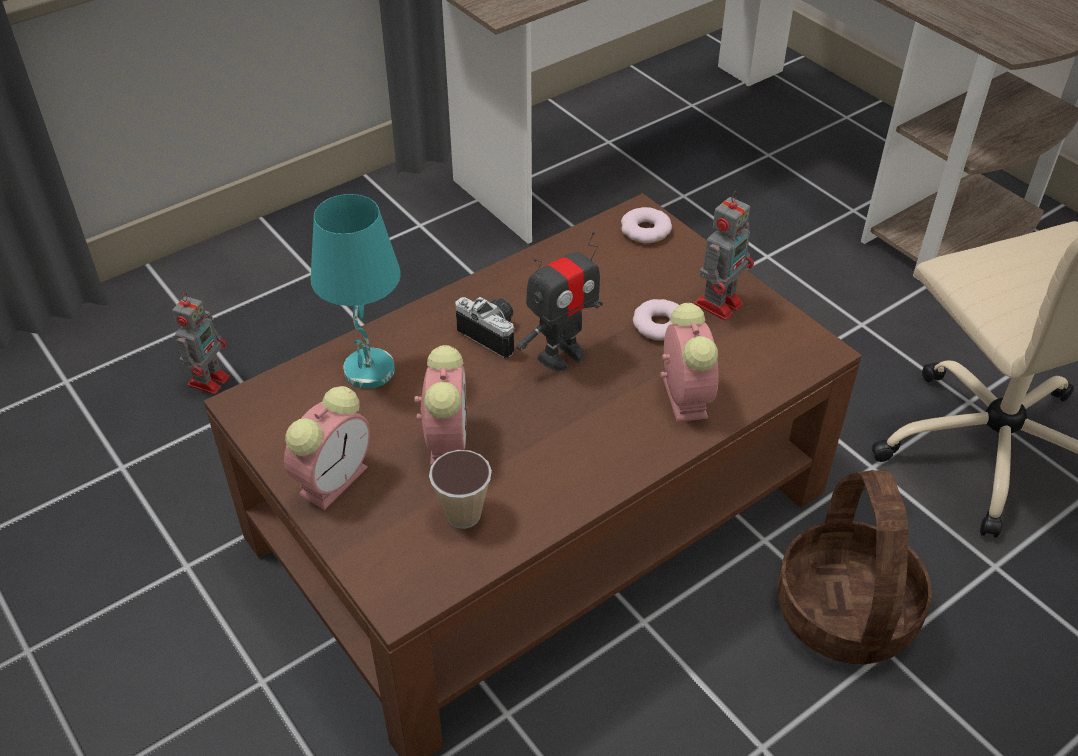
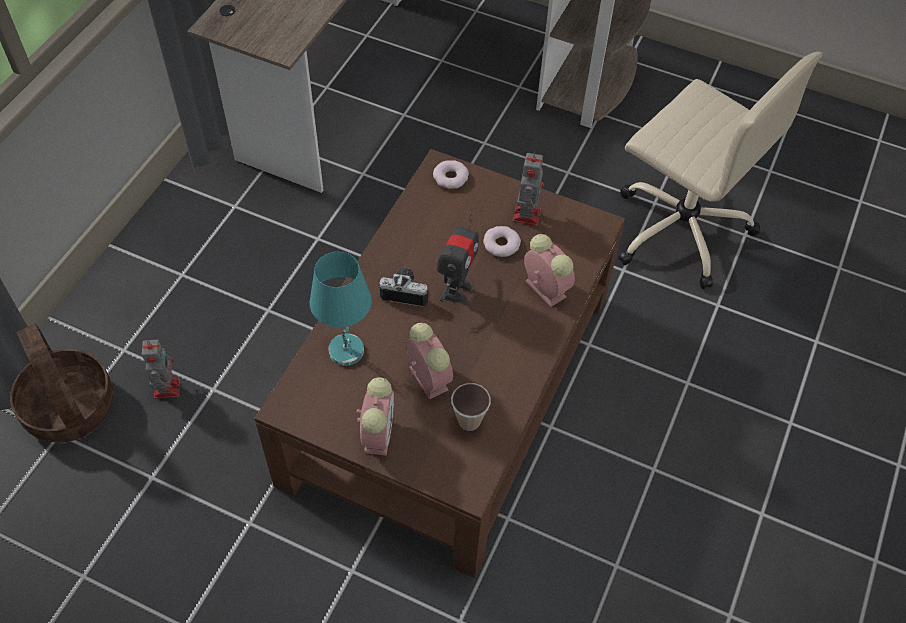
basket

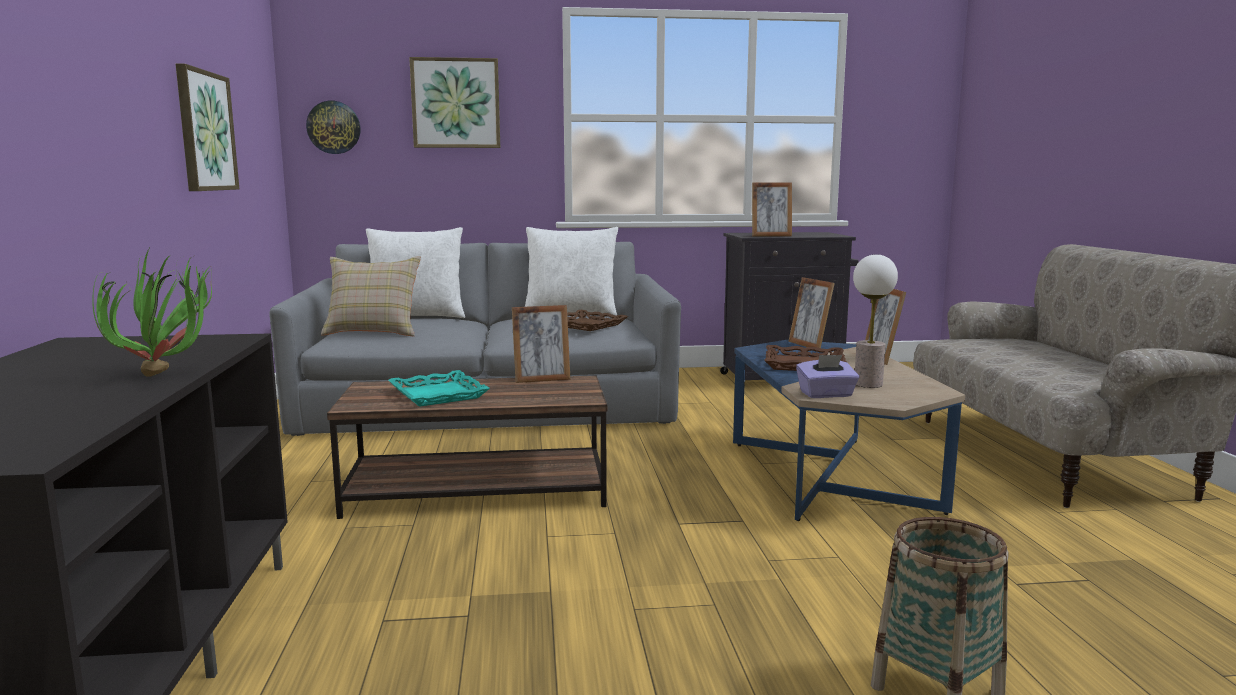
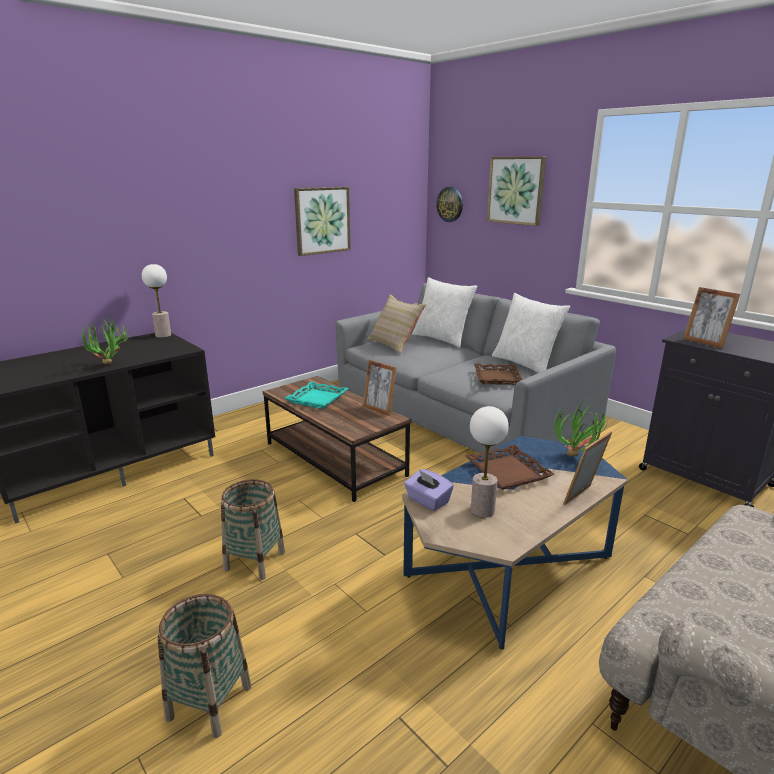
table lamp (no. 1 from left)
basket (no. 2 from left)
potted plant (no. 2 from left)

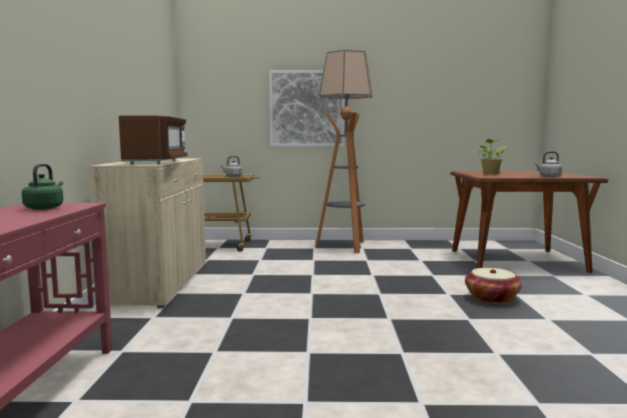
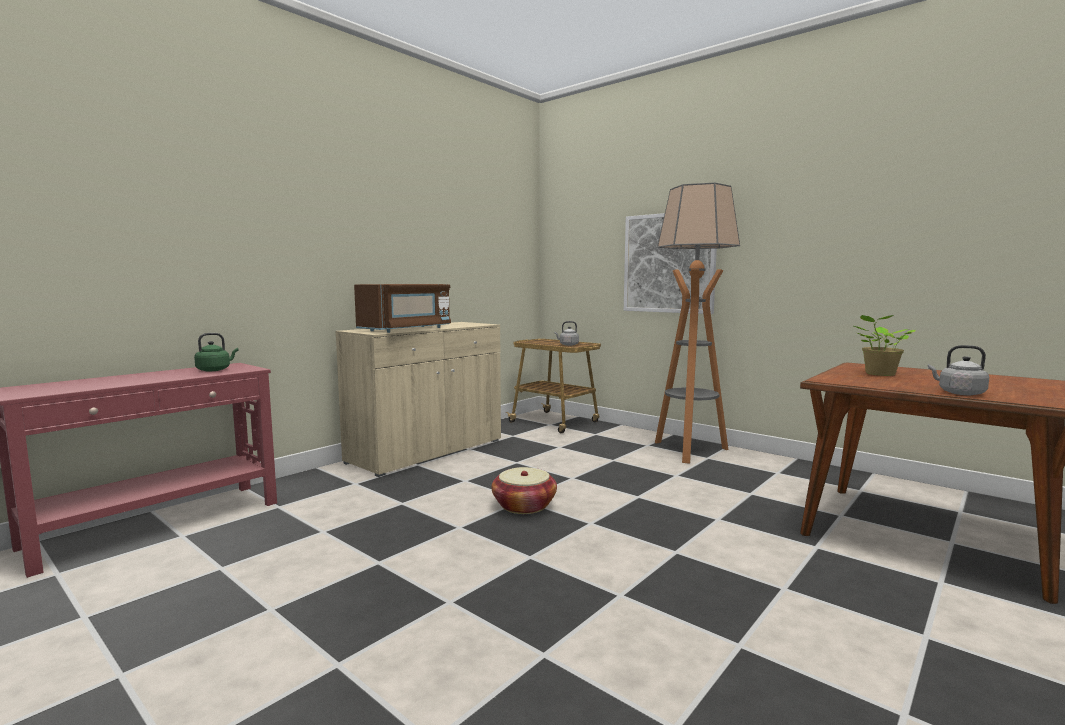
basket

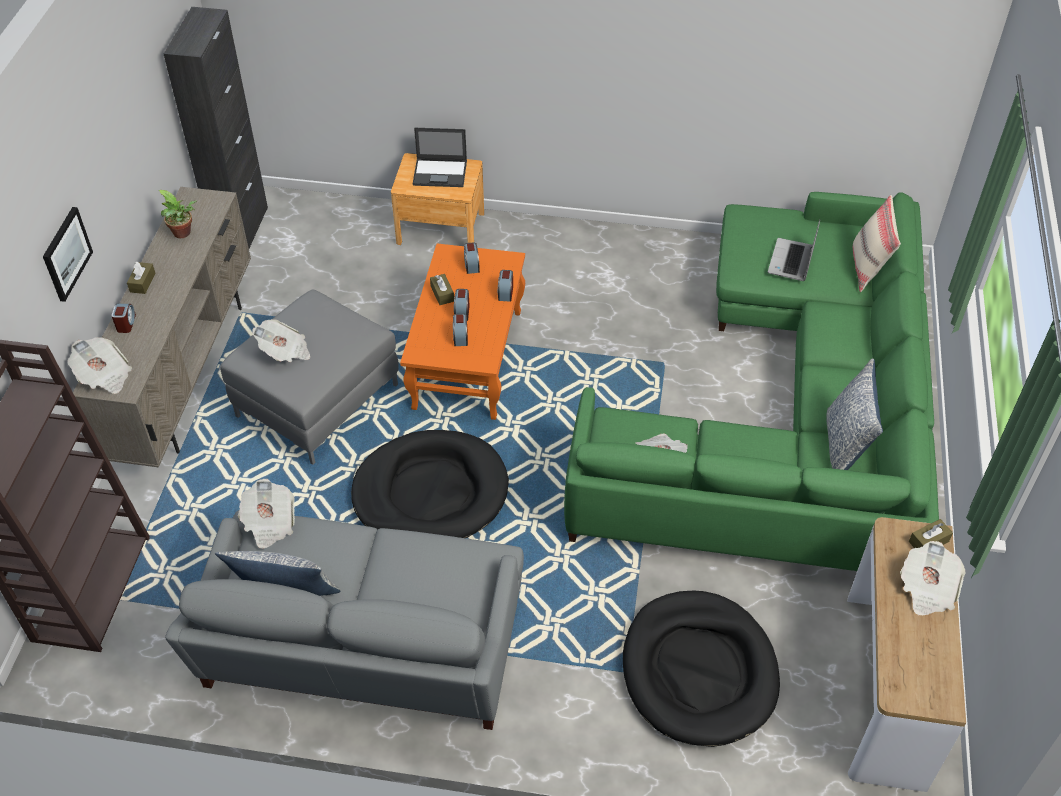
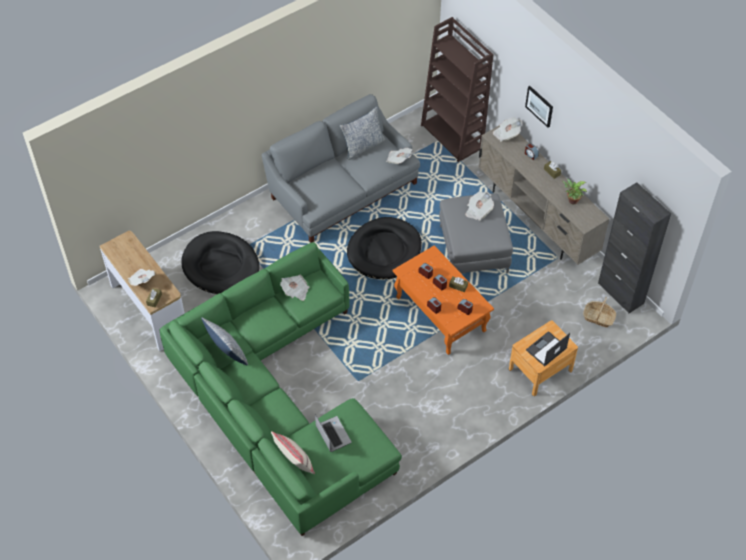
basket

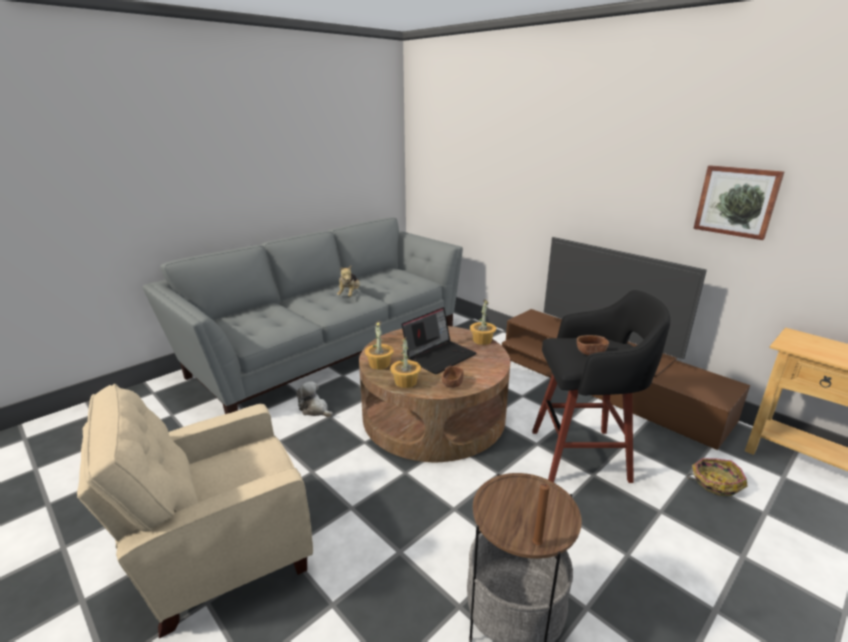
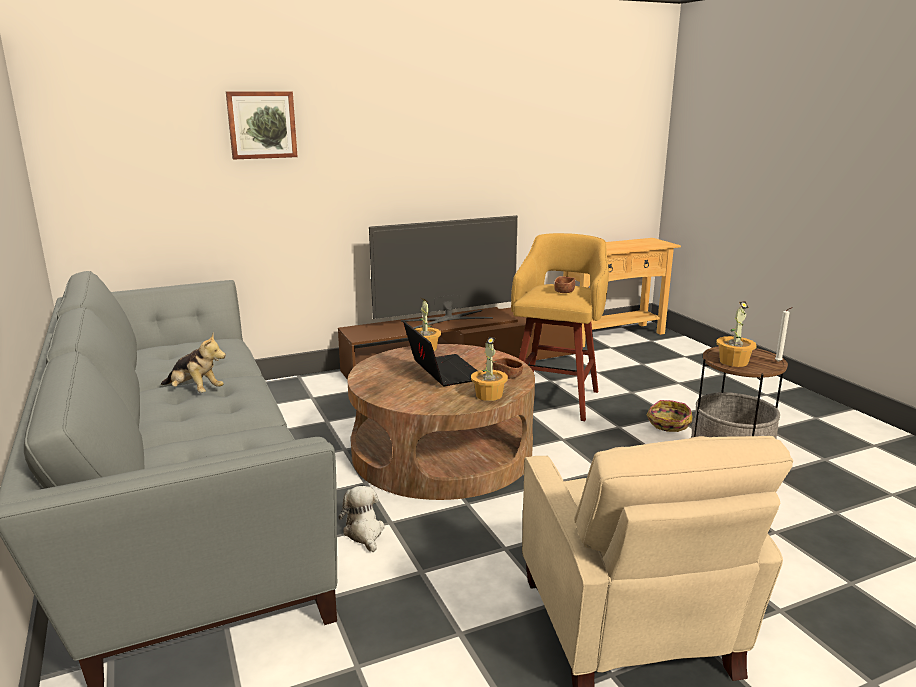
picture
plush toy (no. 2 from left)
stool/yellow
basket
potted plant (no. 3 from left)
candle/white

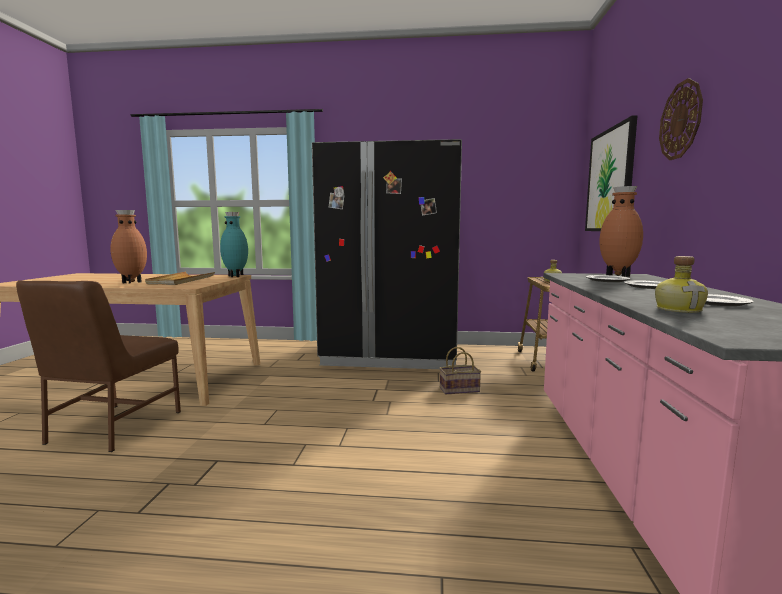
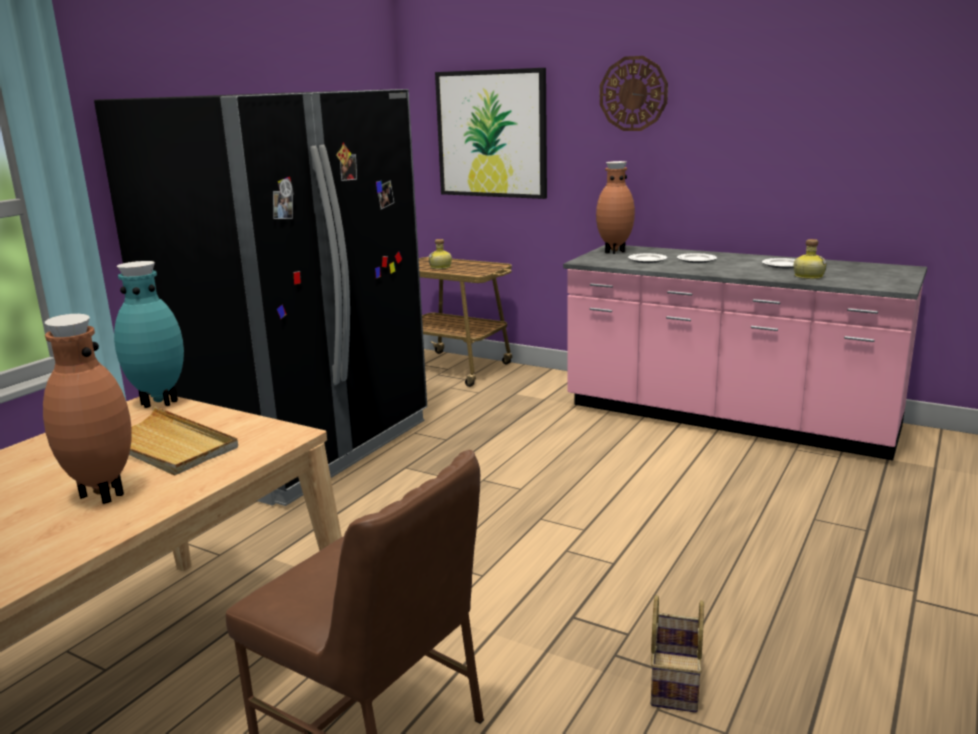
basket

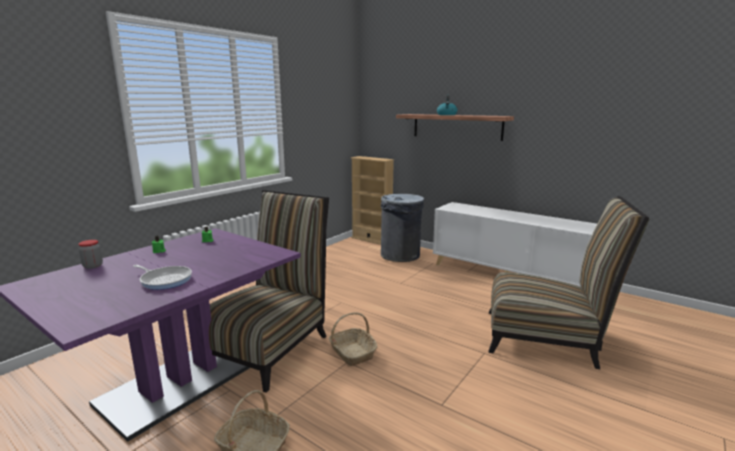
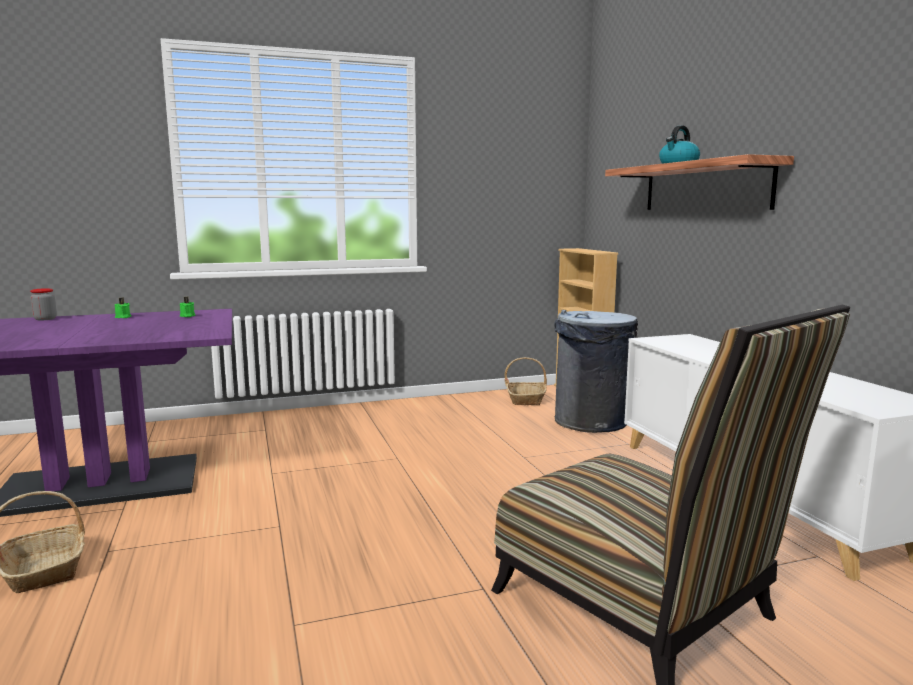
basket (no. 2 from left)
frying pan
chair (no. 1 from left in the first image)

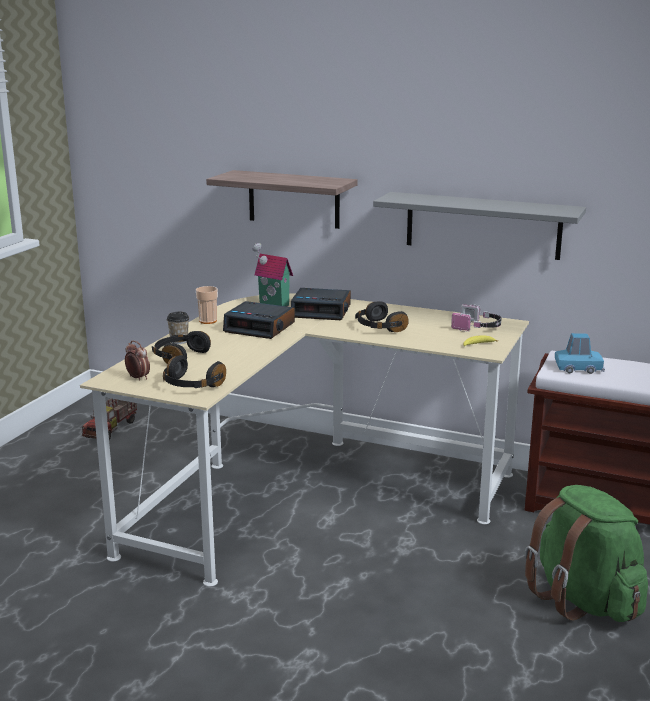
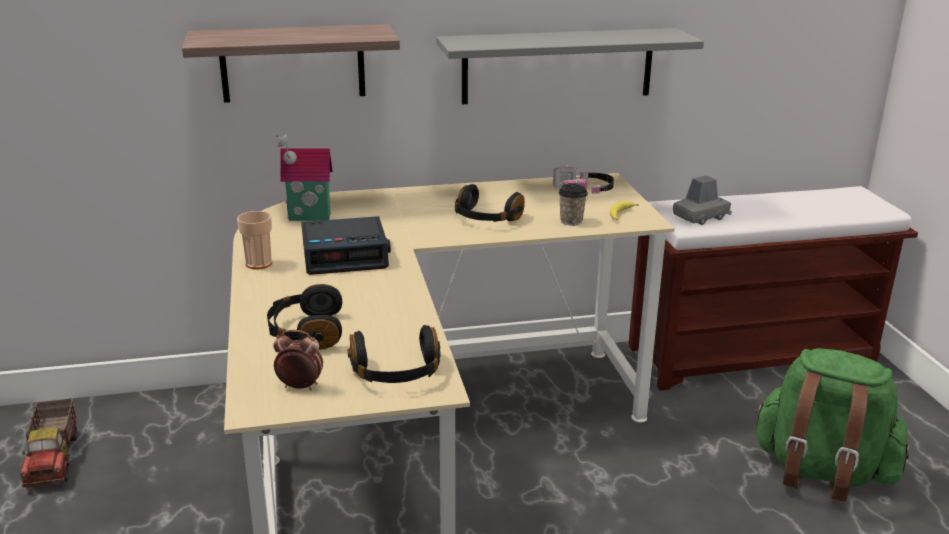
cup (no. 2 from left)
toy car/grey
alarm clock (no. 3 from left in the first image)

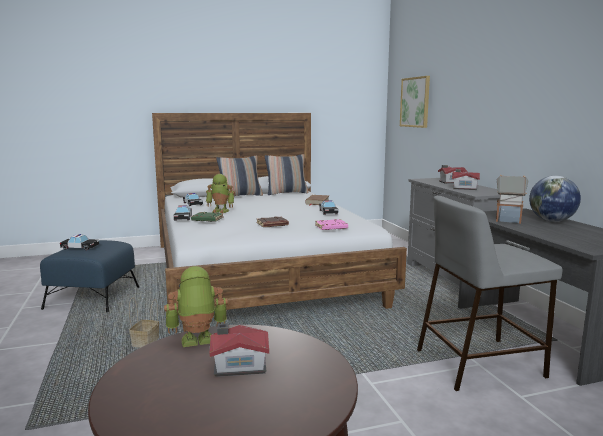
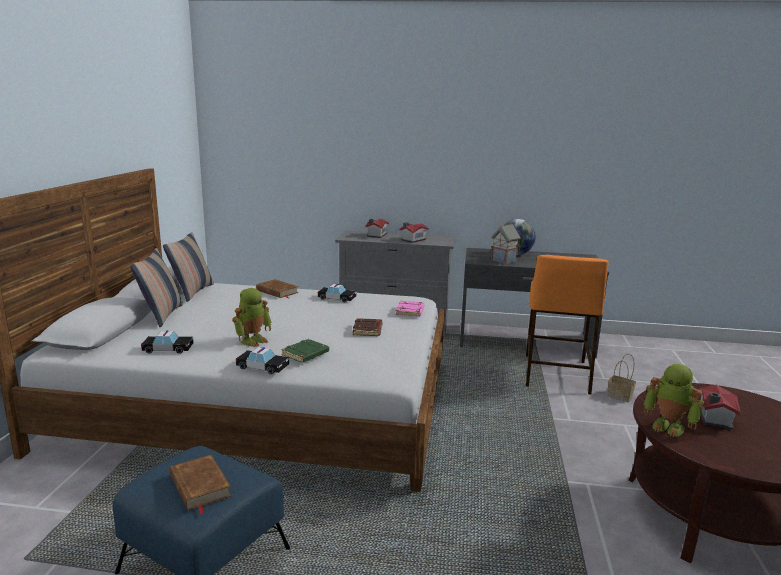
book/brown (no. 1 from left)
stool/orange
basket
toy robot (no. 2 from left)
picture

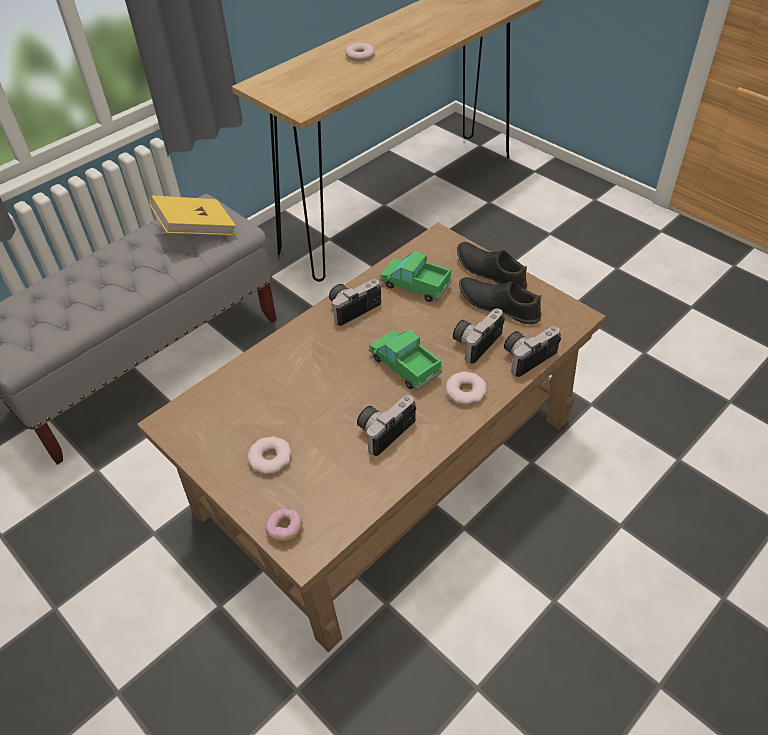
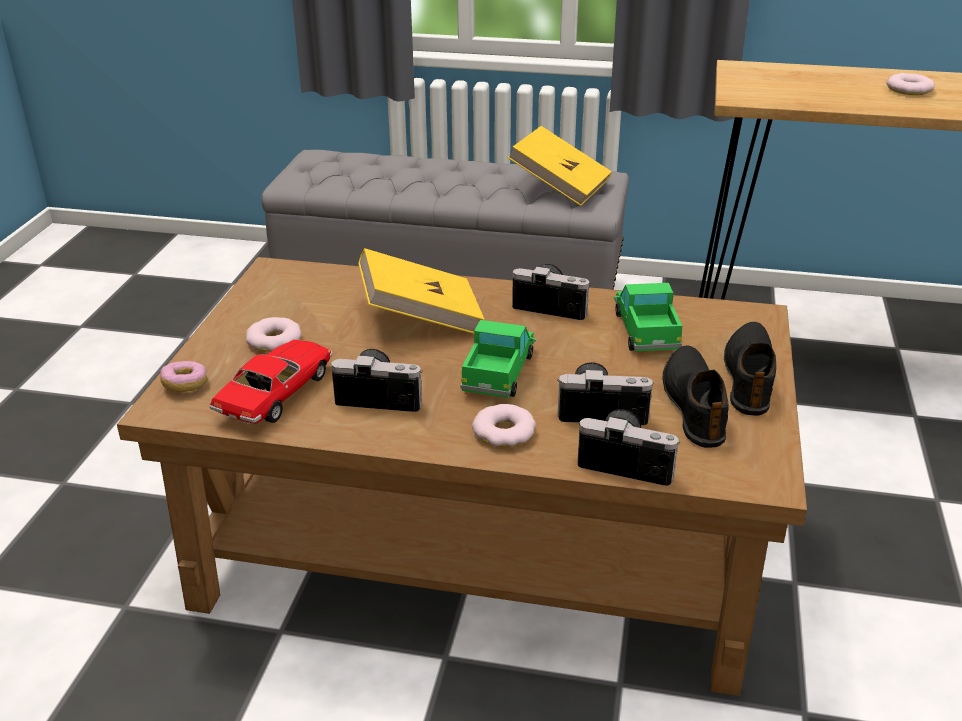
toy car
book/yellow (no. 1 from left)

